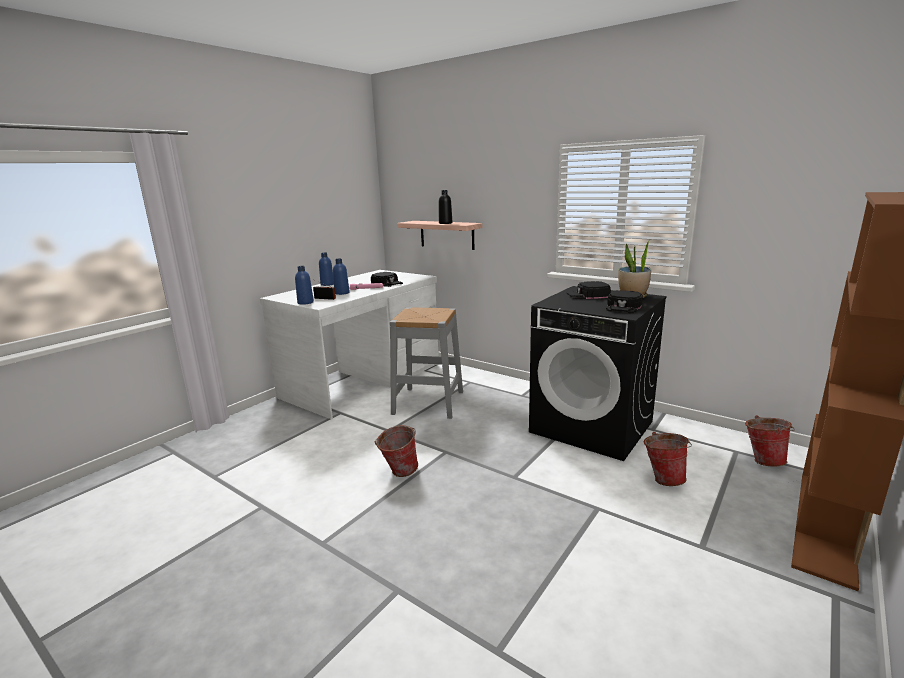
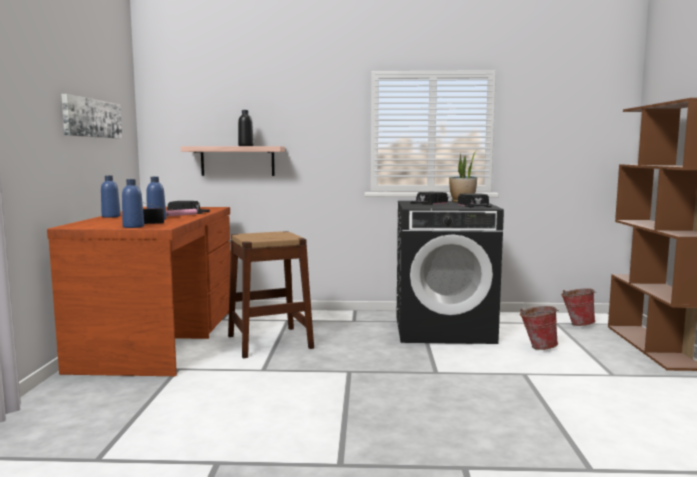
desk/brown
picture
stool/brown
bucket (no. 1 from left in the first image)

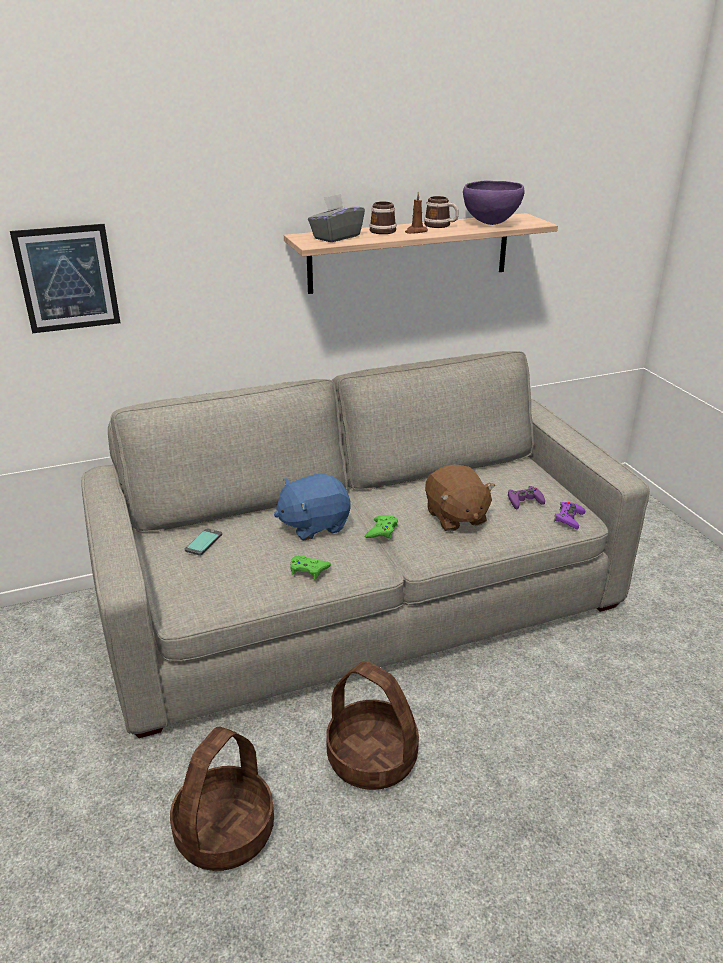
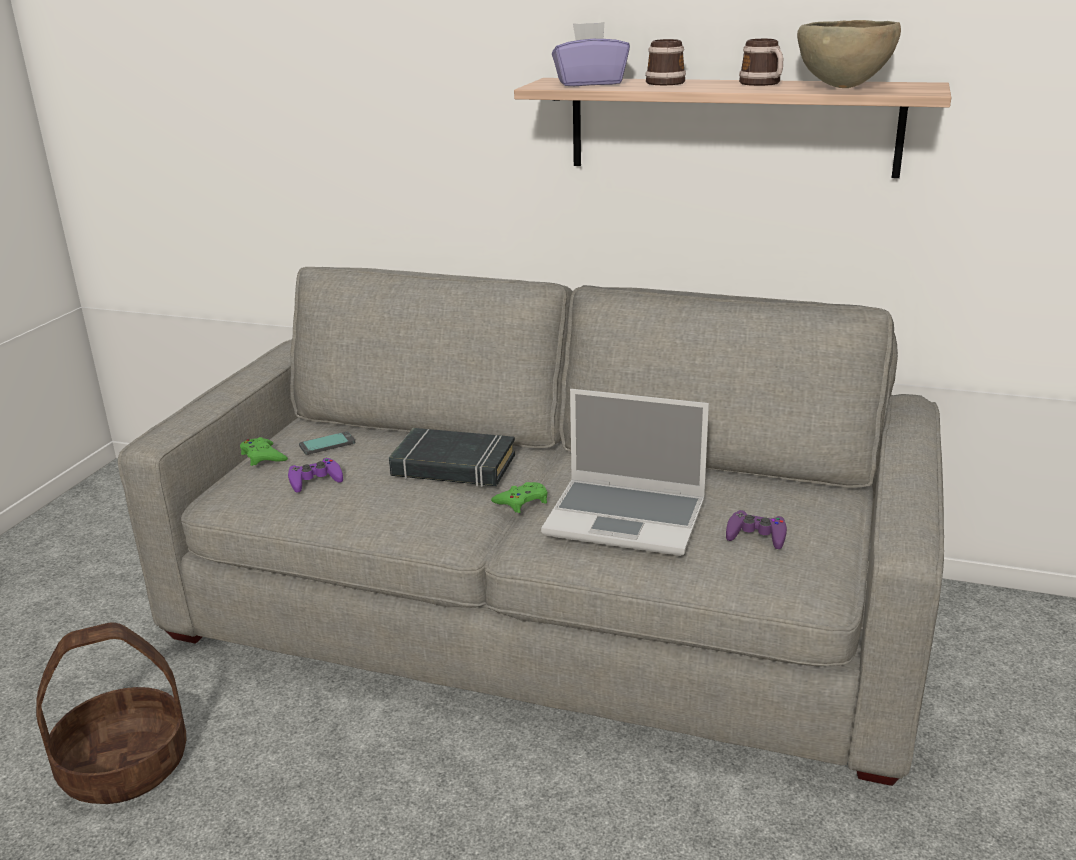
game controller/green (no. 1 from left)
game controller/purple (no. 1 from left)
book/black
laptop
tissue box/purple
bowl/brown
picture
basket (no. 2 from left in the first image)
candle/brown

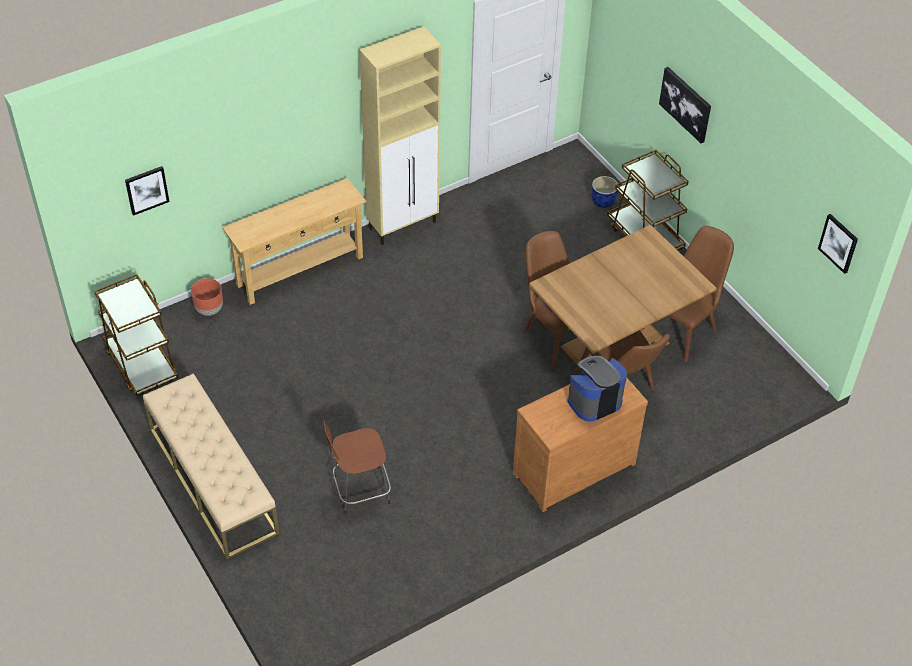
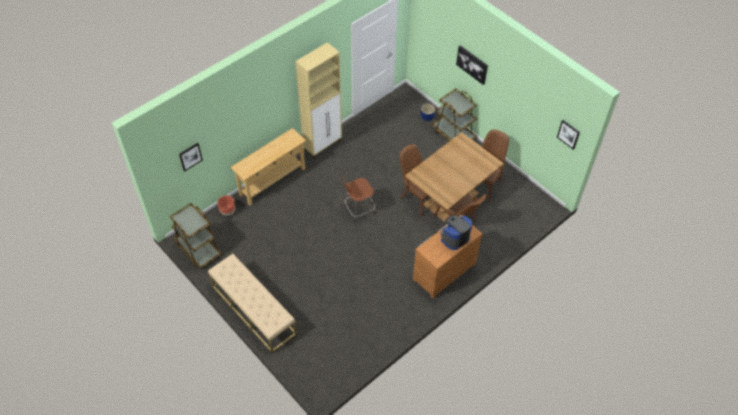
stool/brown

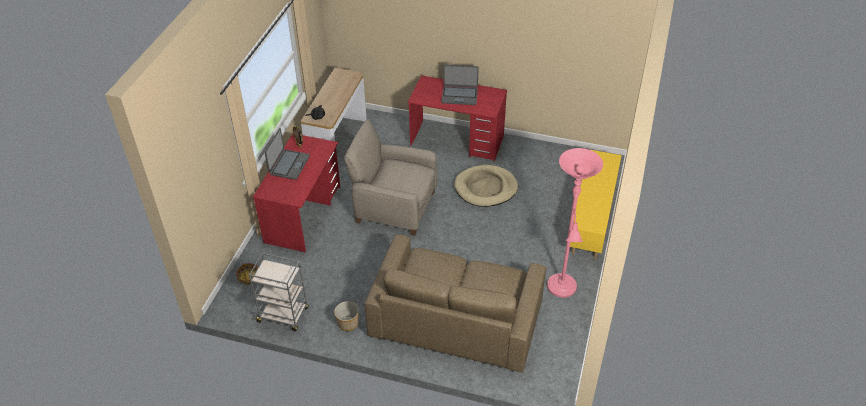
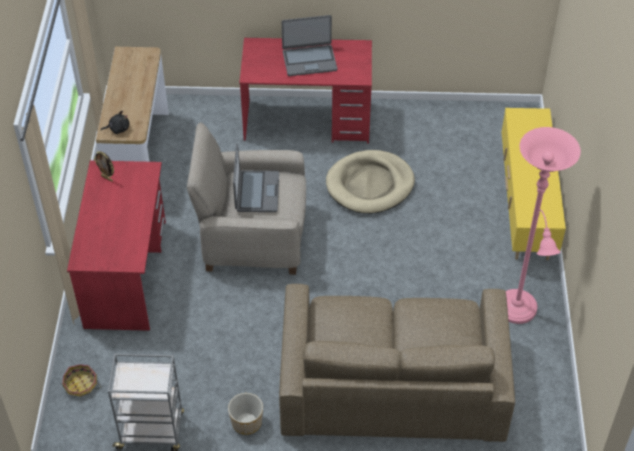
laptop (no. 1 from left)

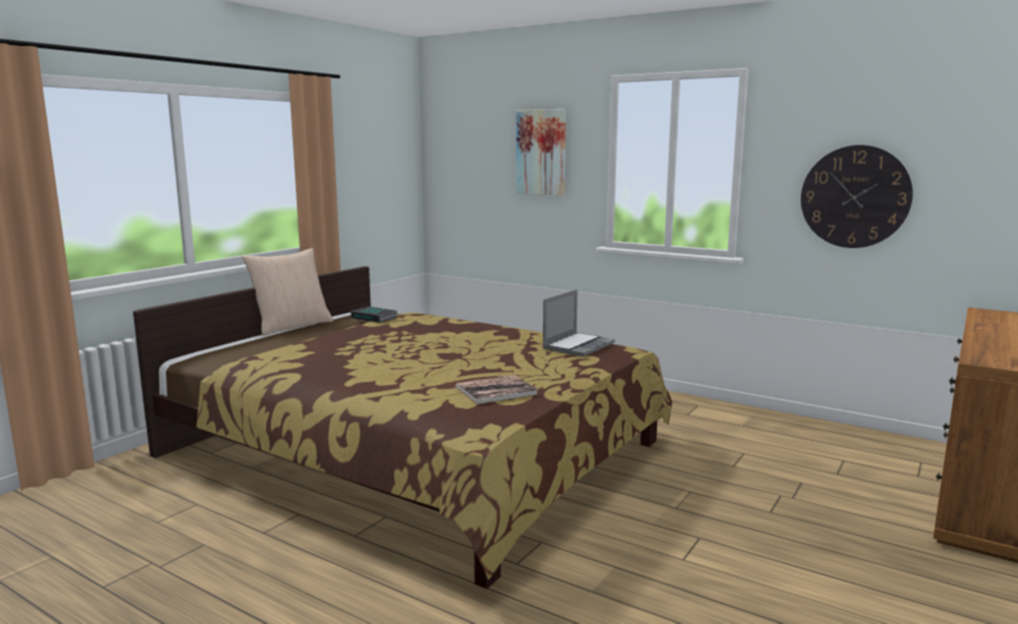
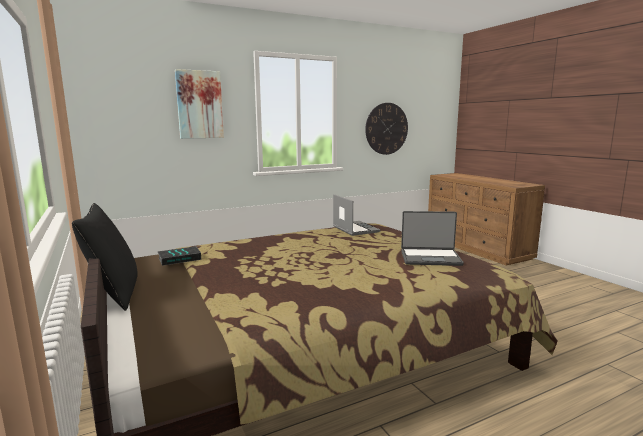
pillow/black
laptop (no. 2 from left)

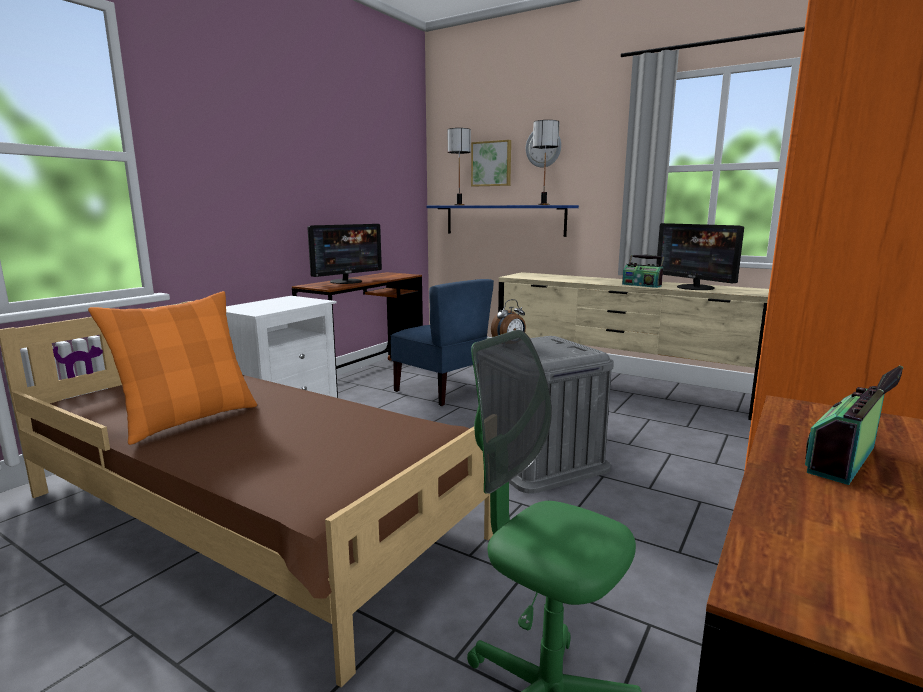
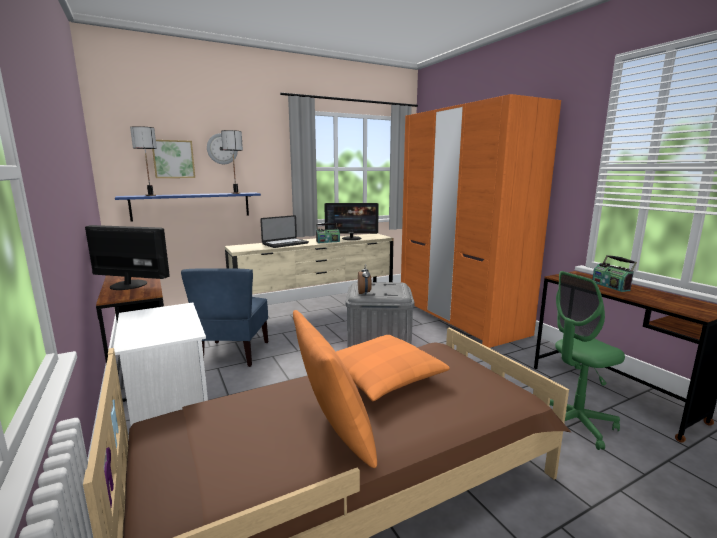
monitor (no. 1 from left)
chair/blue
laptop
pillow/orange (no. 2 from left)

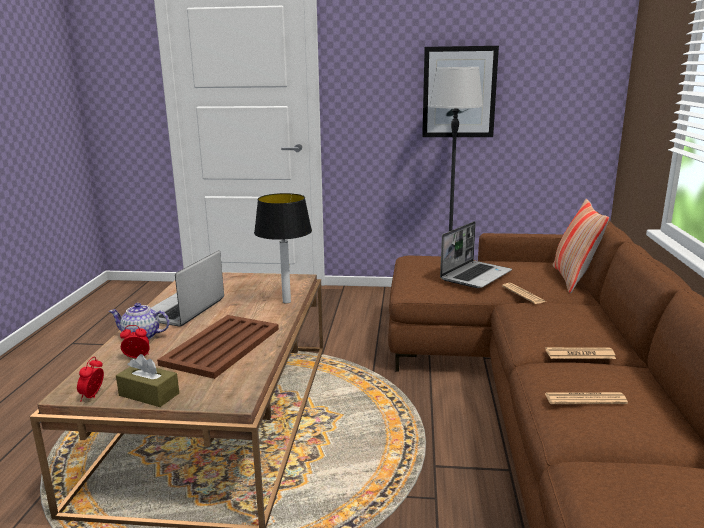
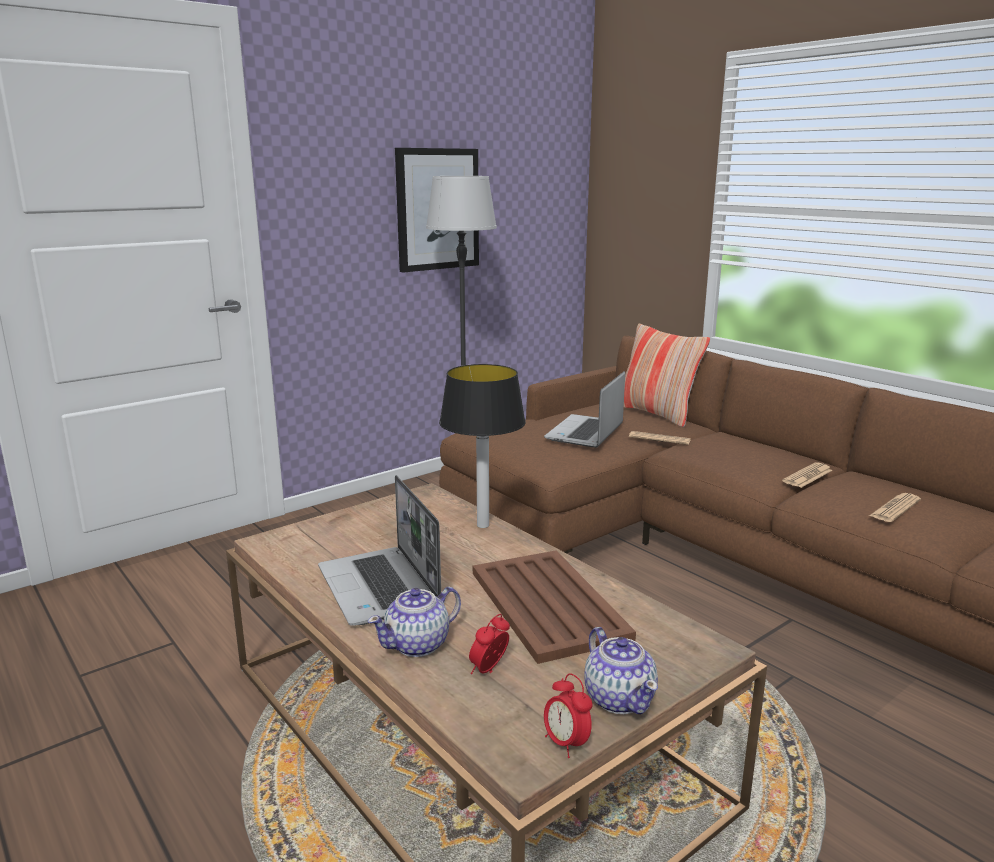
laptop (no. 2 from left)
teapot (no. 2 from left)

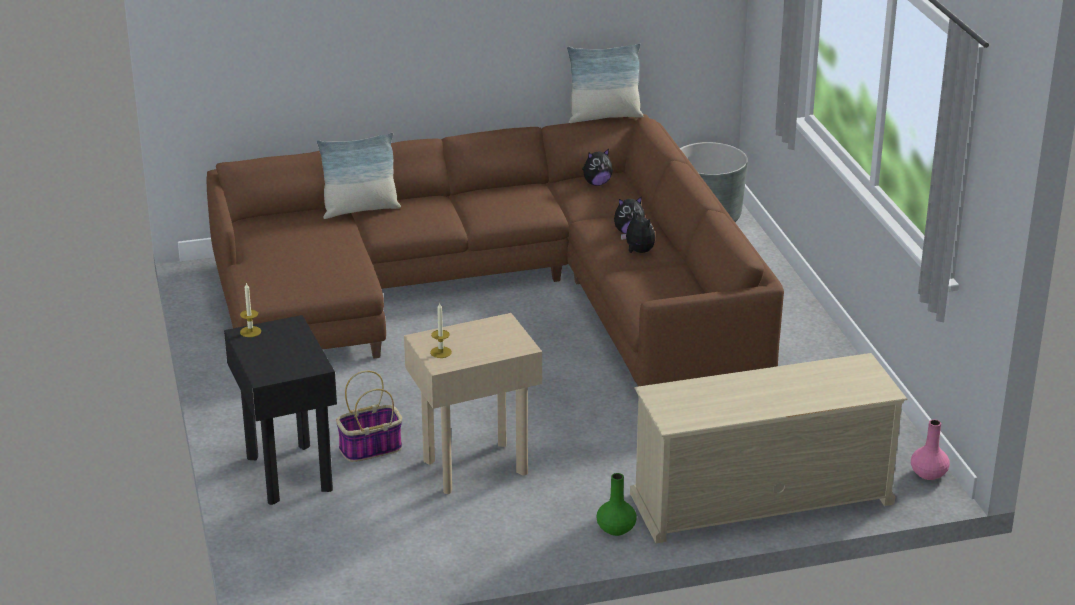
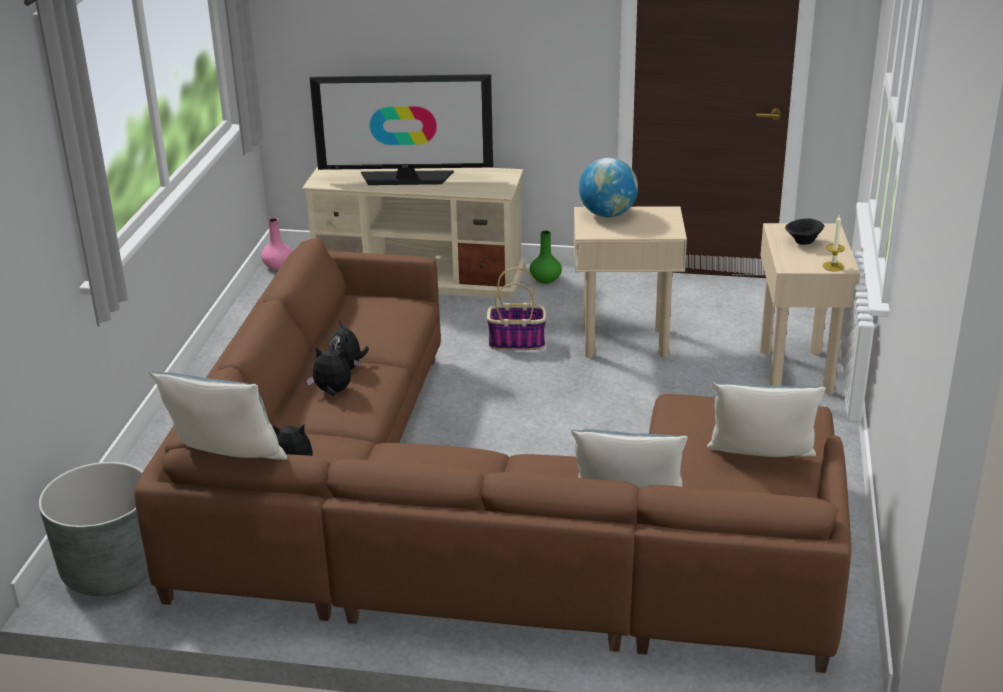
television
basket
globe
pillow (no. 3 from left)
side table/beige (no. 2 from left)
bowl/black
candle (no. 2 from left in the first image)

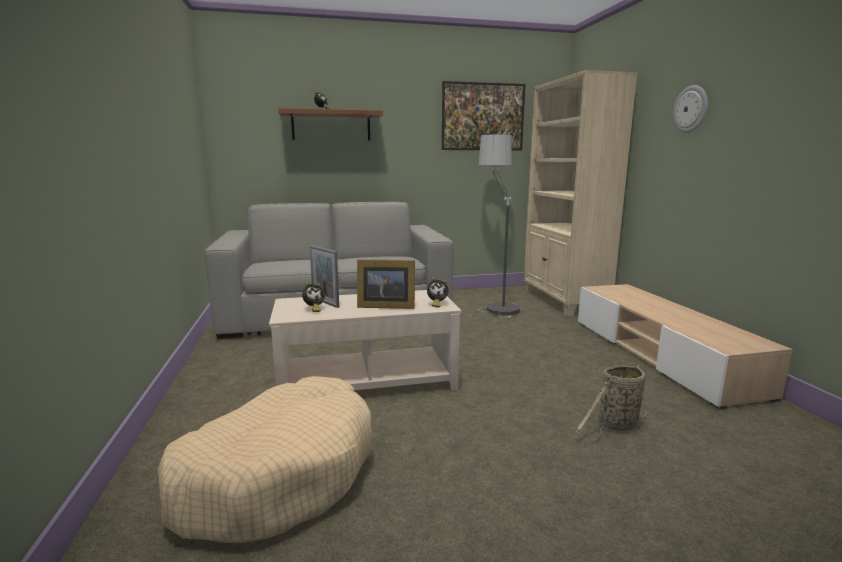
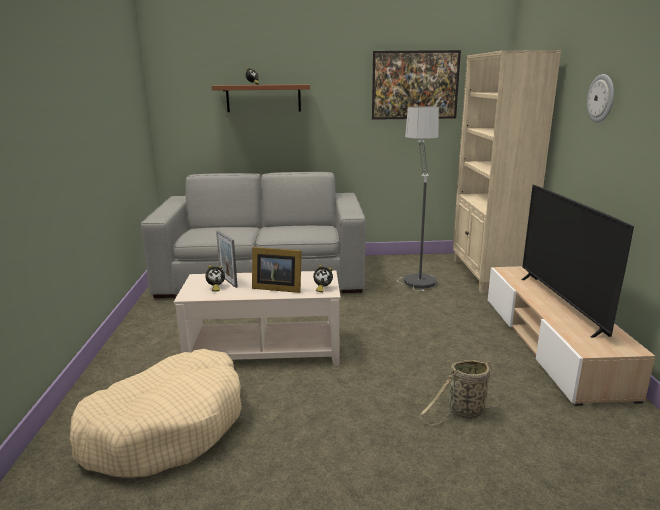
television

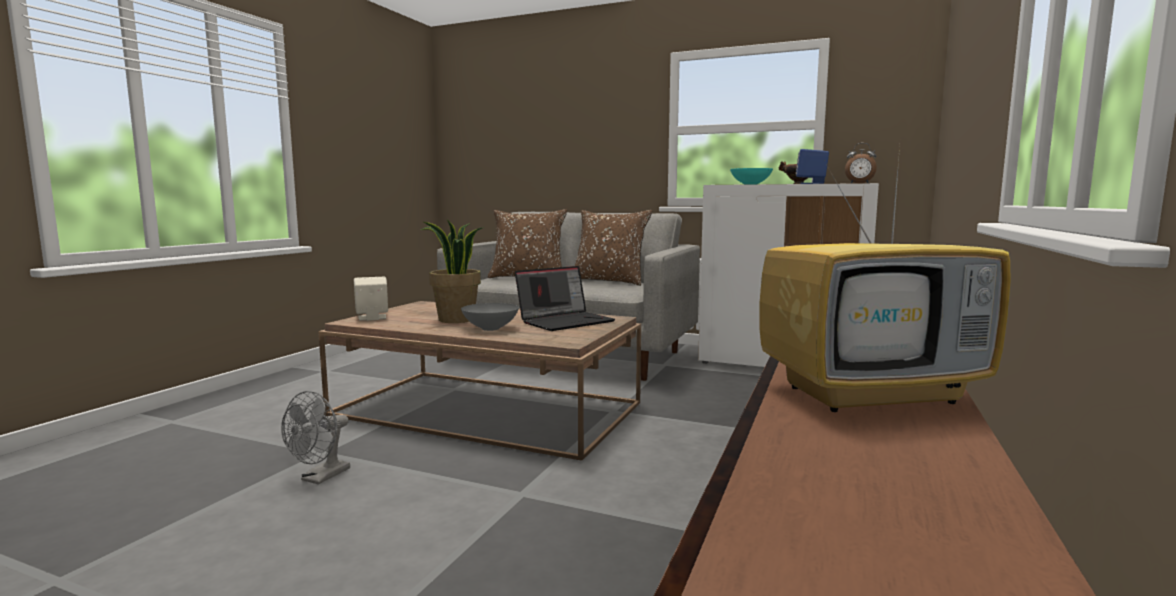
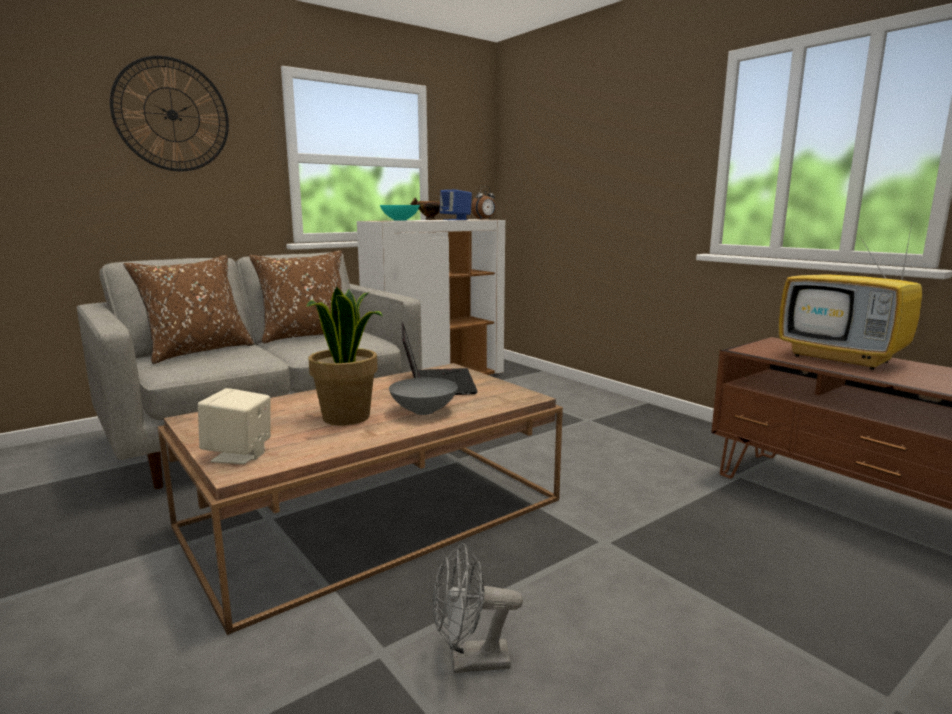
wall clock
fan/grey
television

